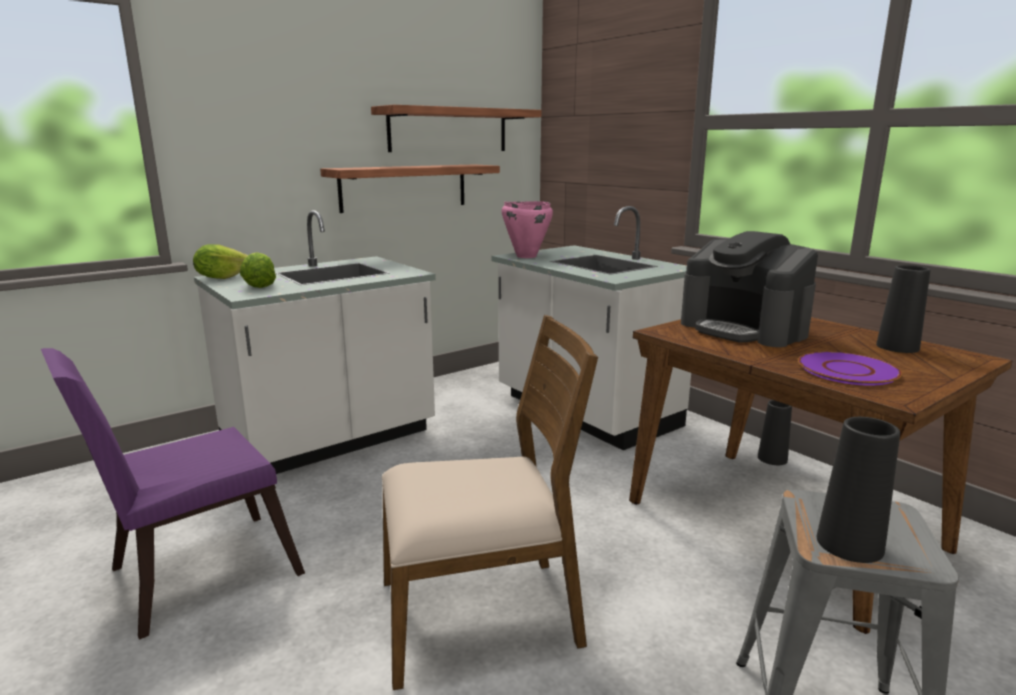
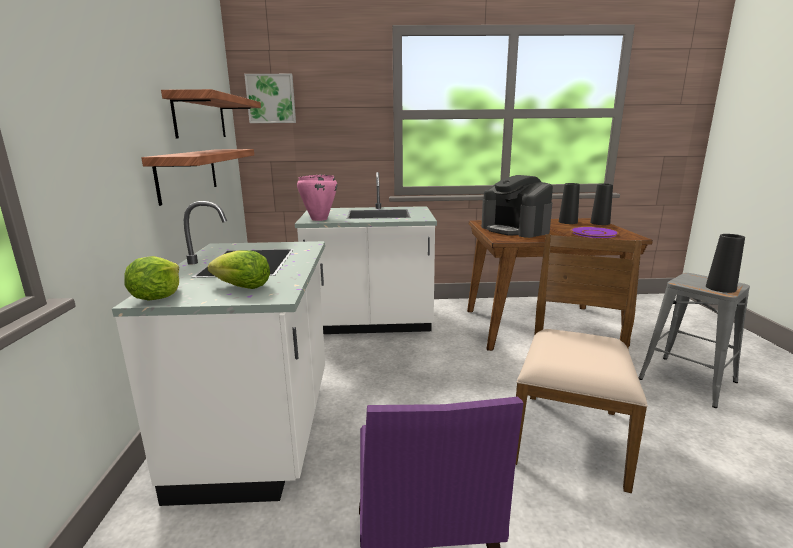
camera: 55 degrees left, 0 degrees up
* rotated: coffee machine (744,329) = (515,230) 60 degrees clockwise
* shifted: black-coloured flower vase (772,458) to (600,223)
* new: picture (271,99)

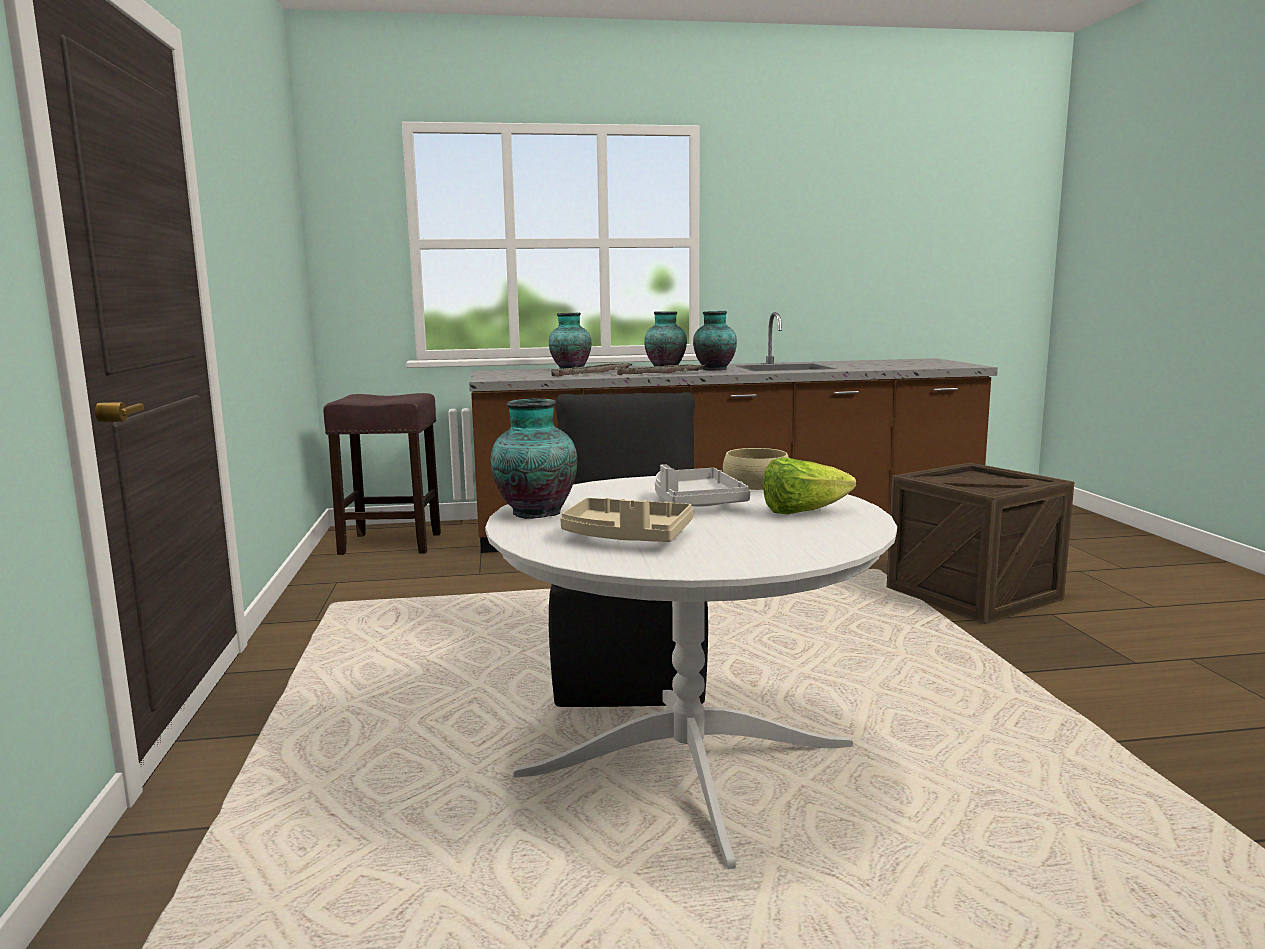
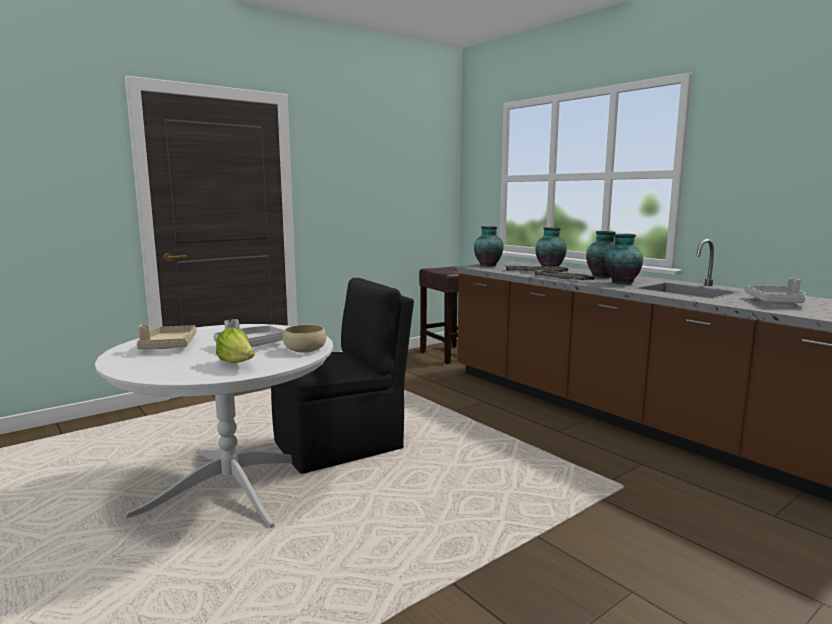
camera: 60 degrees right, 0 degrees up
* shifted: flower vase (534,513) to (488,265)
* gone: crate (973,594)
* new: greyish tray (776,302)

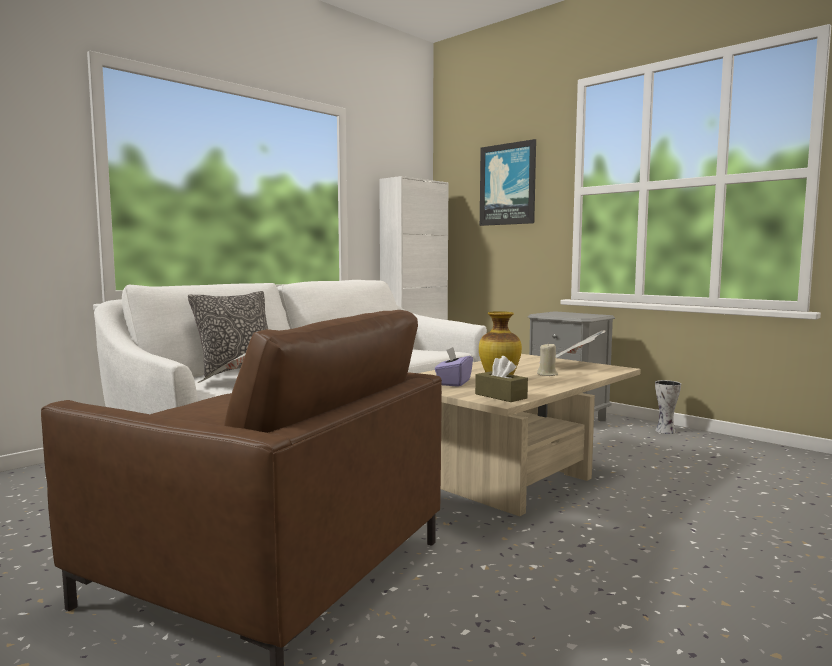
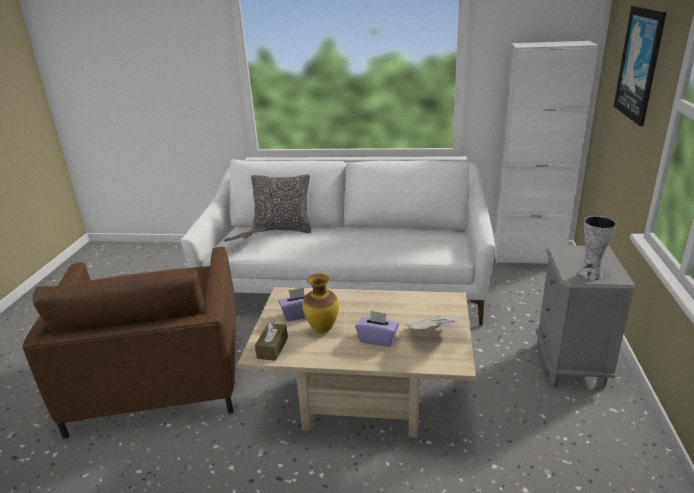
camera: 55 degrees right, 20 degrees up
* swapped: beige wax candle (547,374) to purplish tissue holder (377,339)
* shifted: flower vase (665,431) to (589,274)

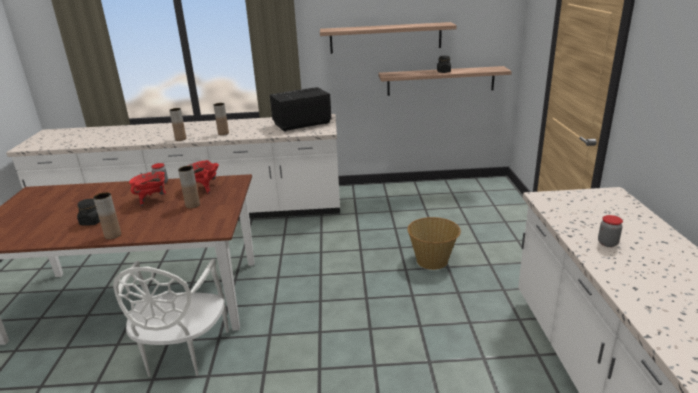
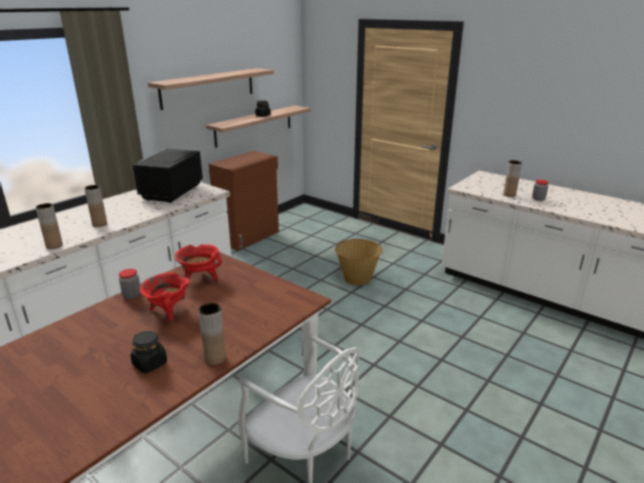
camera: 50 degrees left, 0 degrees up
* shifted: brownish flower vase (192,205) to (509,195)
* new: brownish cupboard (249,236)

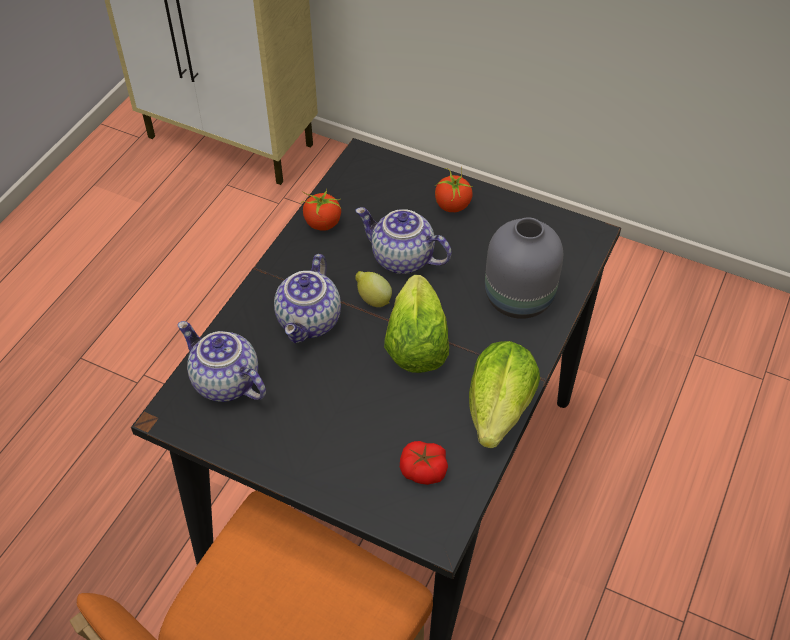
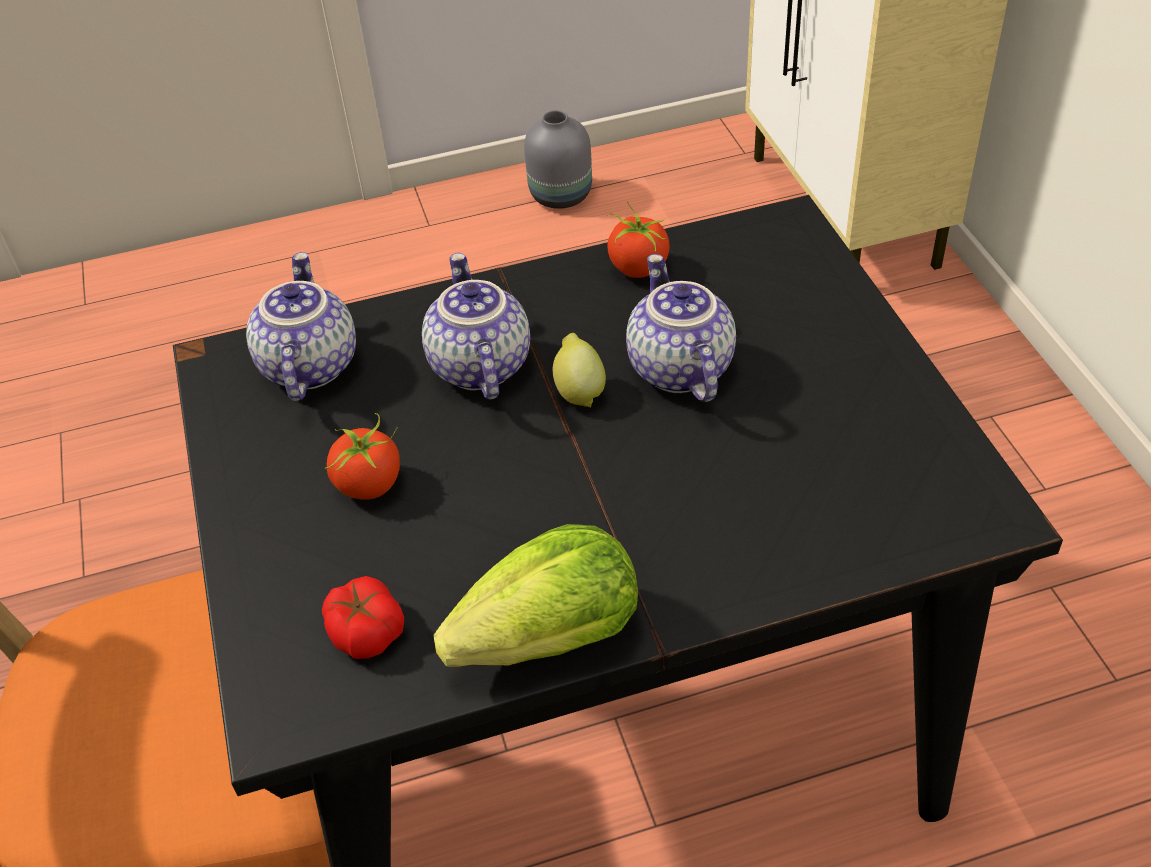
camera: 50 degrees right, 5 degrees down
* shifted: fresh tomato (452,205) to (369,484)
* shifted: greyish flower vase (519,296) to (562,195)
* rotated: teapot (310,322) = (477,366) 105 degrees clockwise
* gone: lettuce (416,345)

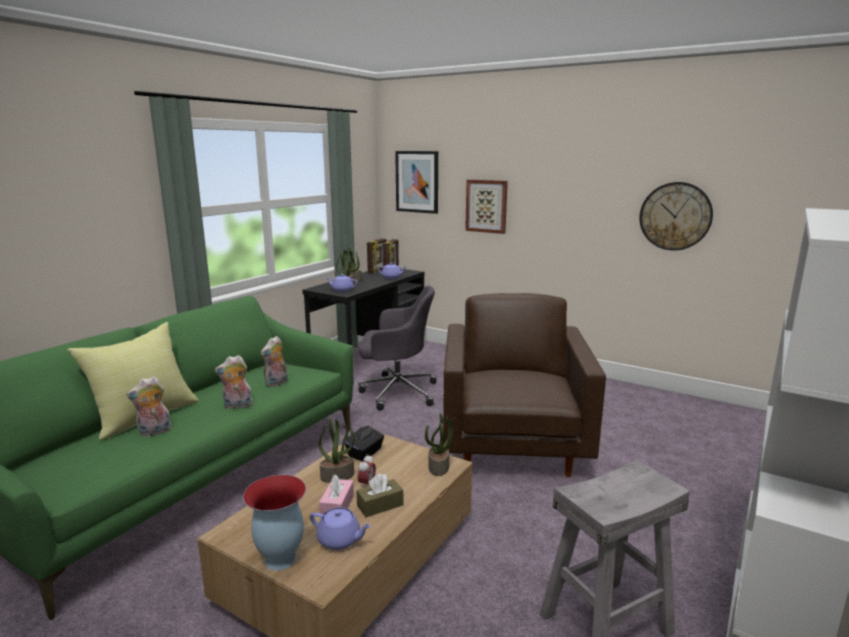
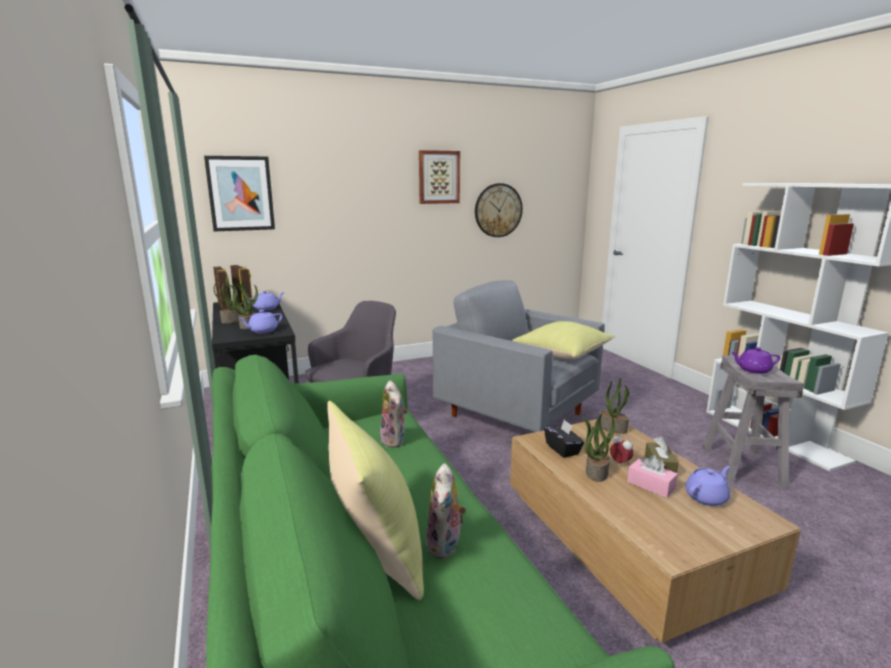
camera: 55 degrees left, 0 degrees up
* shifted: picture (486,206) to (438,177)
* repainted: brownish armchair (513,446) to greyish armchair (518,415)
* gone: plush toy (237,406)
* gone: flower vase (279,559)
* new: yellowish pillow (562,354)
* new: purplish teapot (753,370)

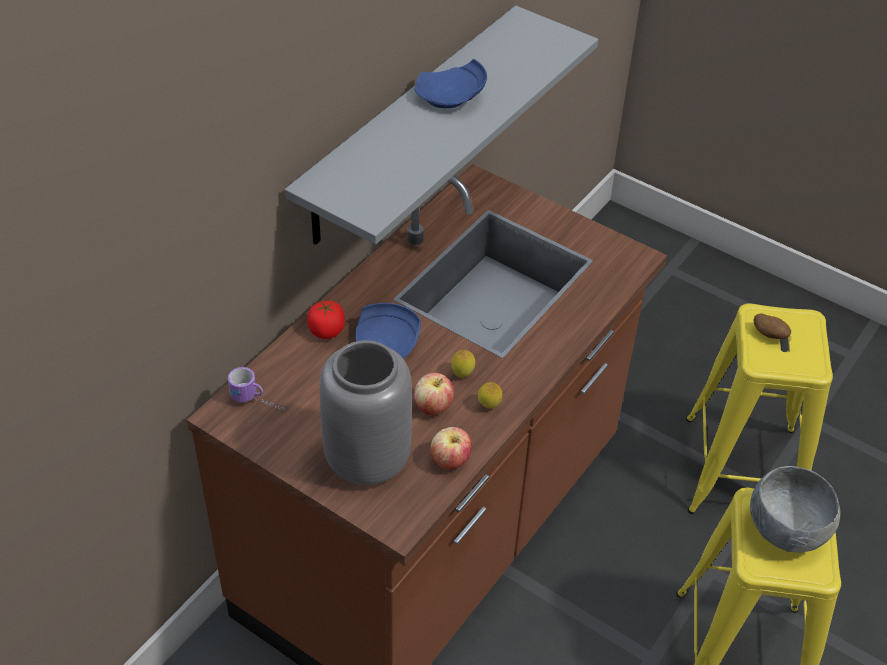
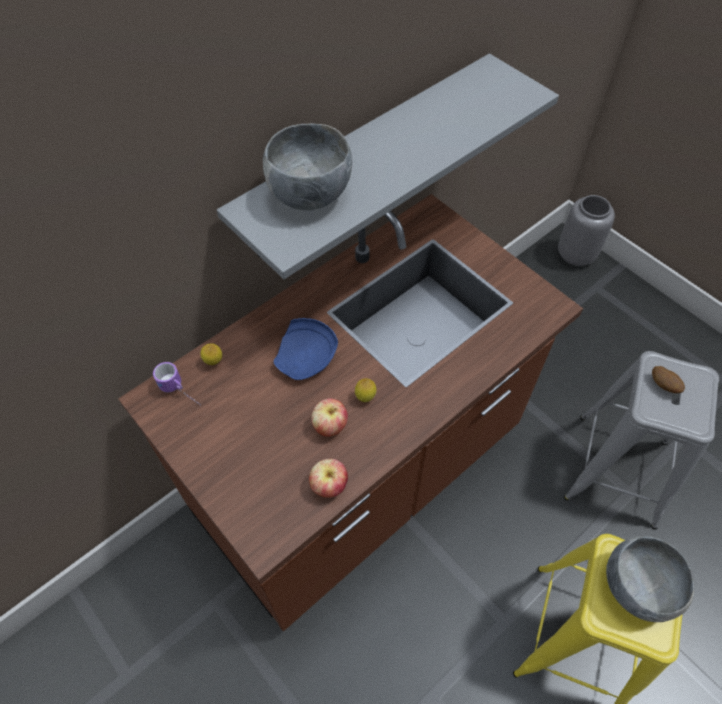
camera: 15 degrees right, 10 degrees up
* gone: bluish flat dish (451,98)
* gone: fresh tomato (326,330)
* repainted: yellowish sitting stool (742,469) to greyish sitting stool (616,469)
* shifted: greyish flower vase (365,459) to (575,254)
* shifted: whole lemon (489,406) to (214,362)
* new: greyish serving bowl (309,196)

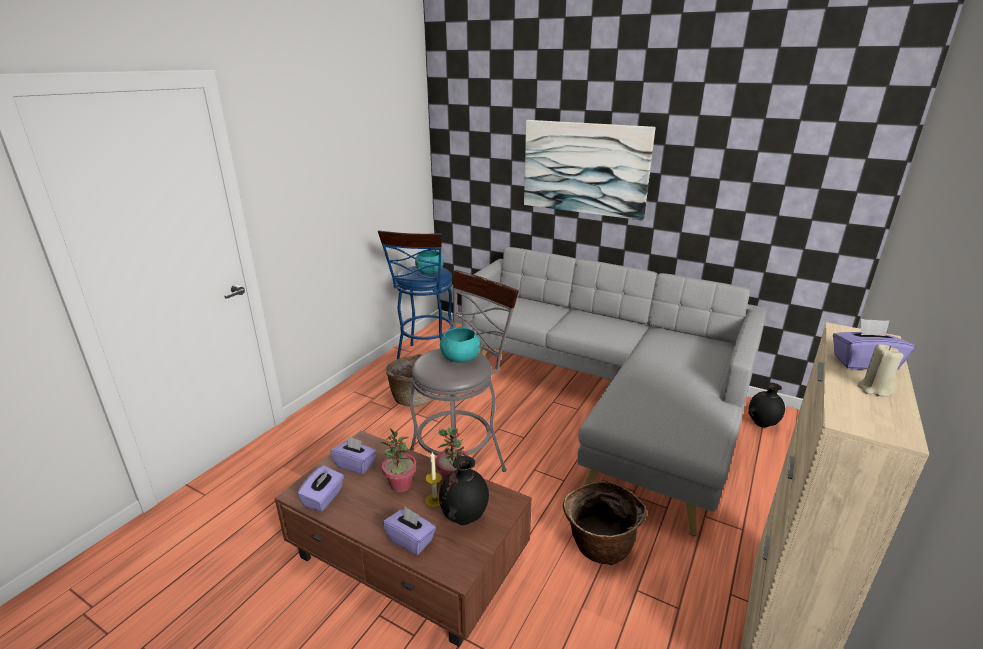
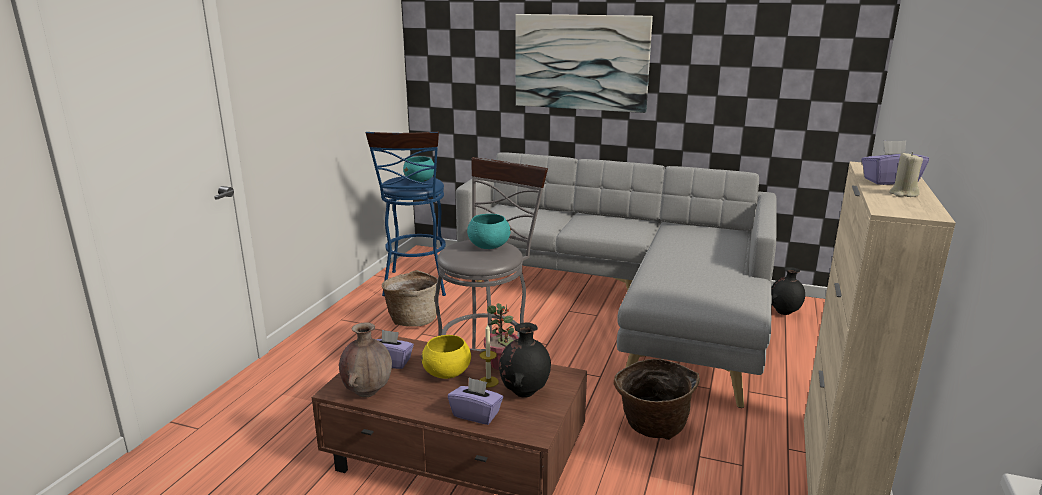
camera: 10 degrees left, 5 degrees down
* swapped: potted plant (400,485) to yellowish serving bowl (447,373)
* swapped: purplish tissue holder (324,498) to brownish flower vase (367,392)

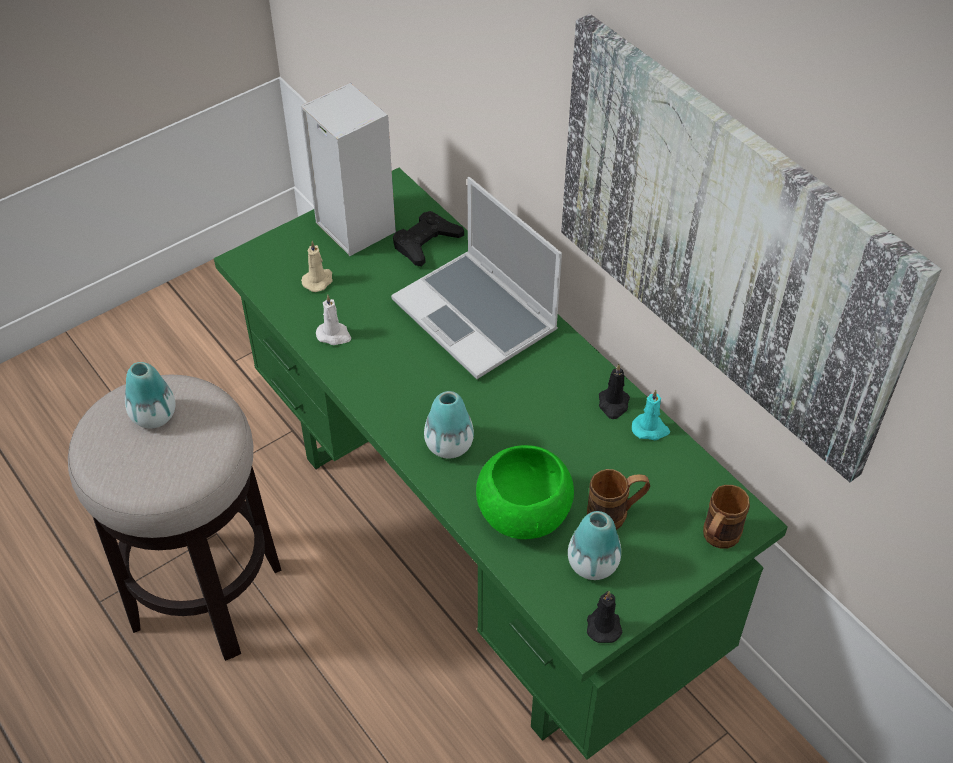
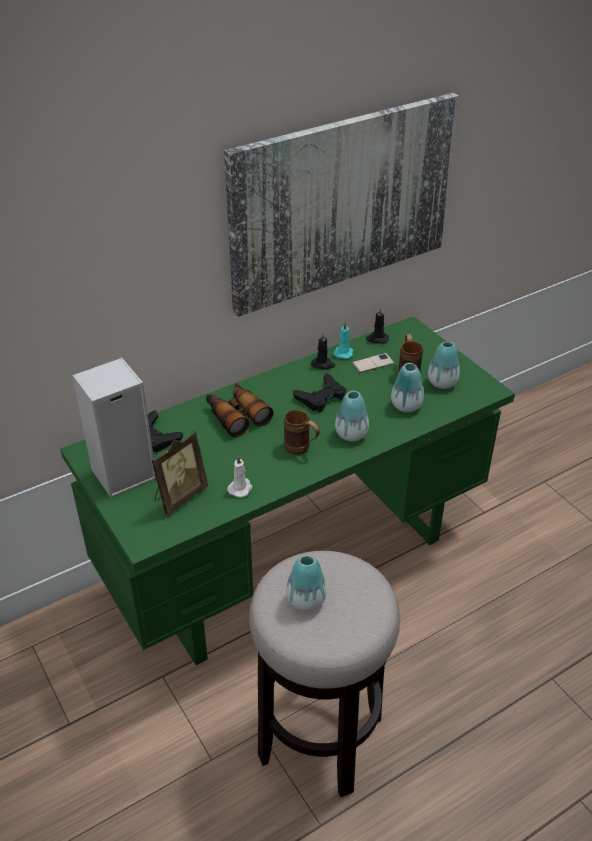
camera: 85 degrees left, 10 degrees down
* swapped: notebook computer (477,316) to field glasses (236,415)
* swapped: beige wax candle (318,280) to picture frame (179,496)
* swapped: green serving bowl (524,513) to flower vase (406,406)
* shifted: brownish tea mug (716,540) to (301,449)
* shifted: black-coloured wax candle (603,625) to (377,339)
* new: phone (373,363)
* new: black-coloured game controller (321,397)

